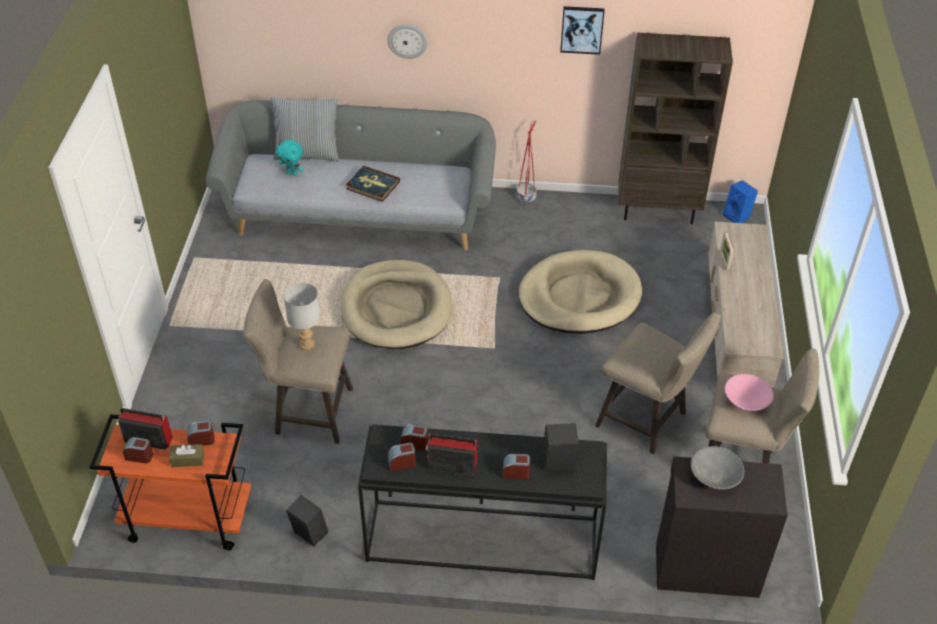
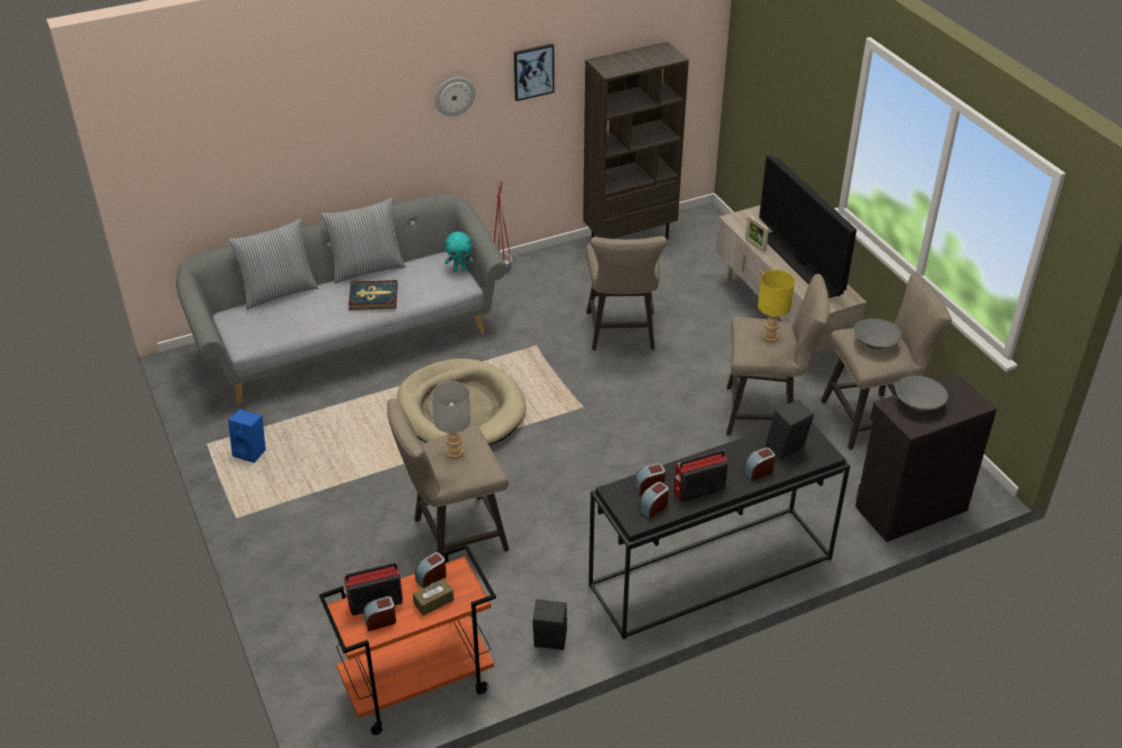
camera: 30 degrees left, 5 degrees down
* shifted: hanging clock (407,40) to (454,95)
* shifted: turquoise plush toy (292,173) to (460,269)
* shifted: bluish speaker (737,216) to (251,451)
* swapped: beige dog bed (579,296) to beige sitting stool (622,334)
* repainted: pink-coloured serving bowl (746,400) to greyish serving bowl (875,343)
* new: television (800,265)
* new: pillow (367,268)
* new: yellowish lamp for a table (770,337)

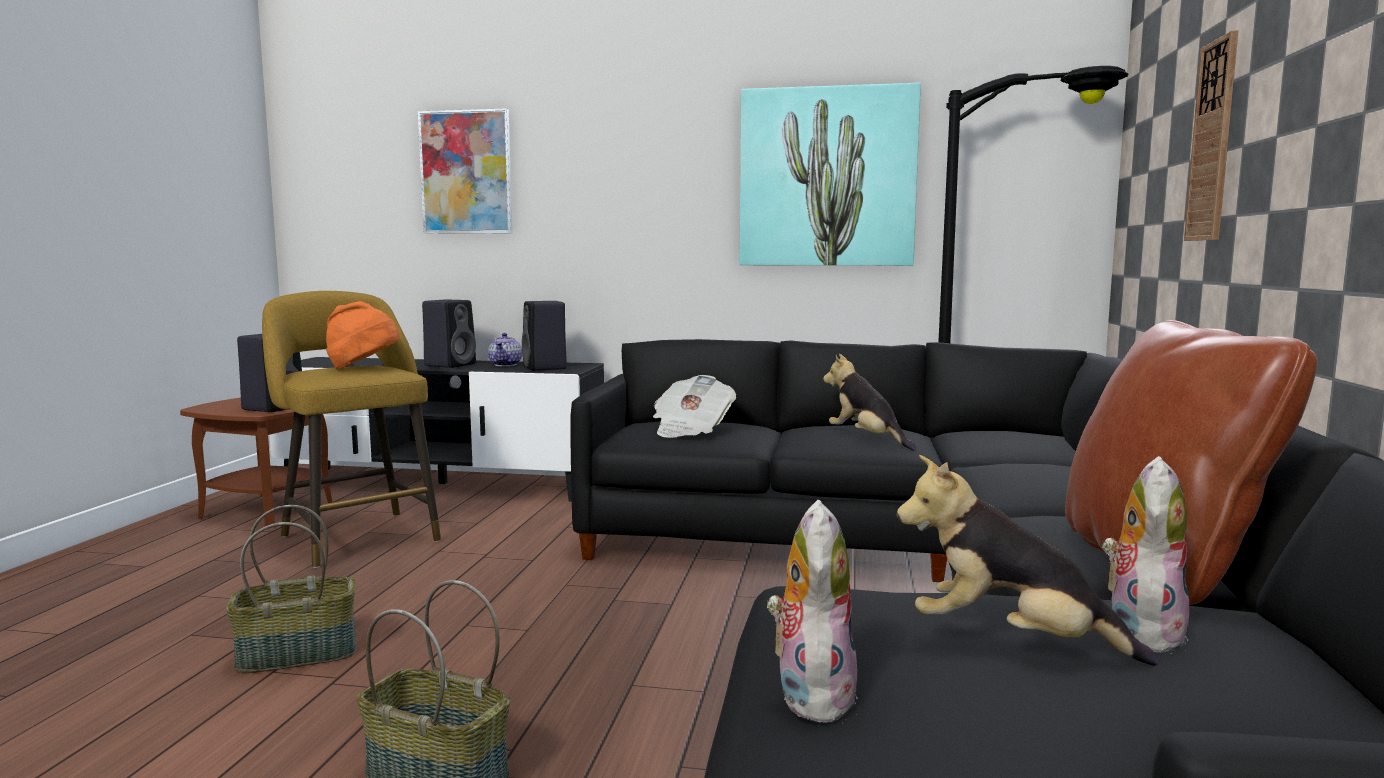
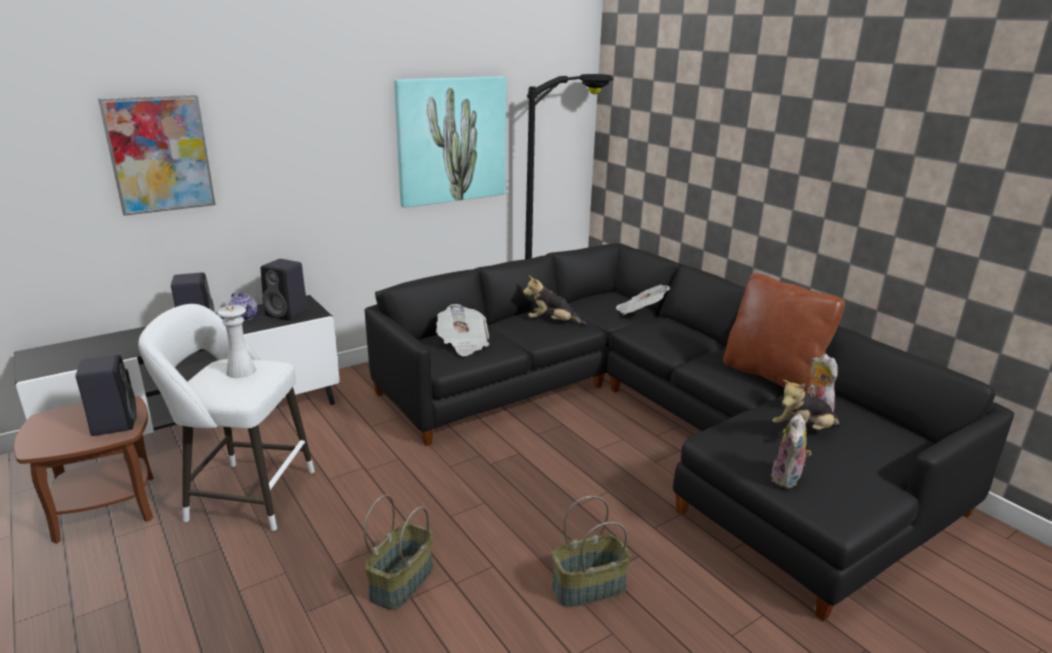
camera: 45 degrees left, 15 degrees up
* gone: hanging clock (1212,141)
* repainted: yellowish sitting stool (357,537) to white sitting stool (244,495)
* swapped: orangey wearable hat (363,368) to white flower vase (241,371)
* rotated: plush toy (810,694) = (787,479) 120 degrees counterclockwise
* new: newspaper (640,312)

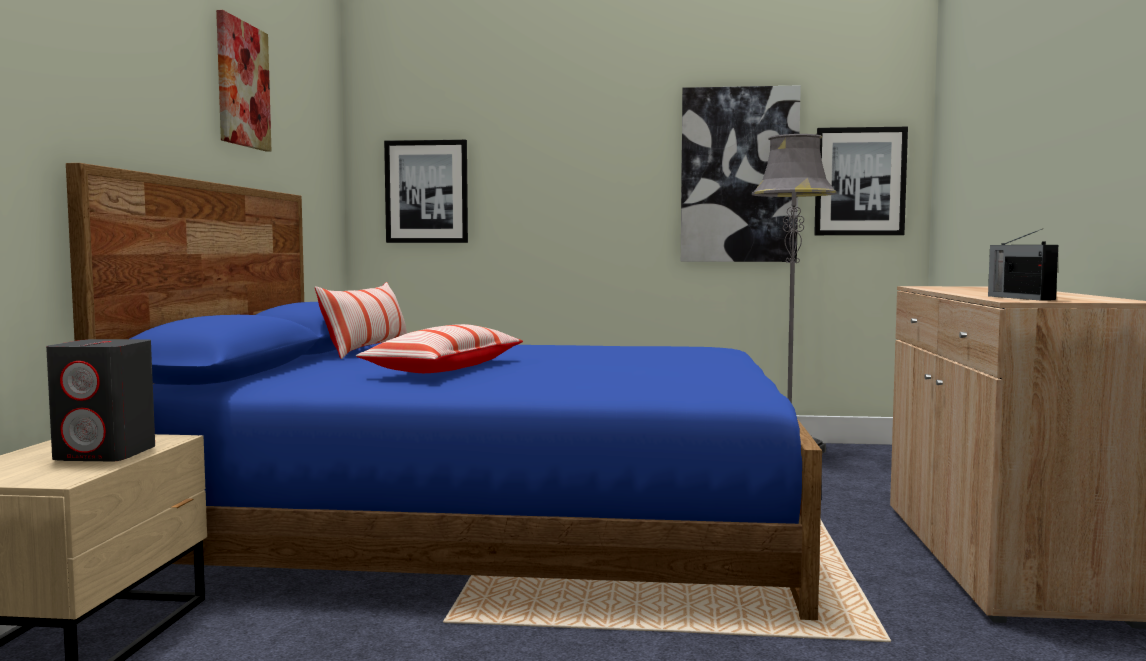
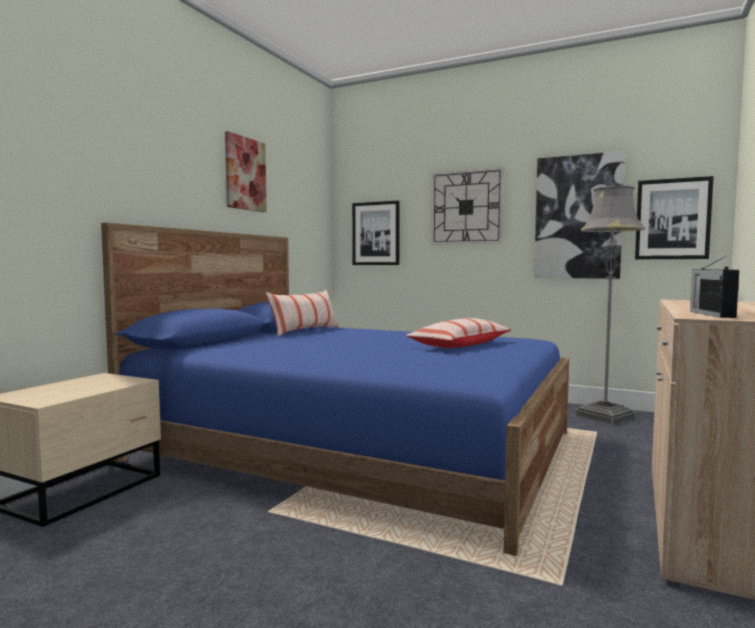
camera: 20 degrees right, 0 degrees up
* shifted: pillow (445,369) to (460,345)
* gone: greyish speaker (106,454)
* new: hanging clock (466,207)

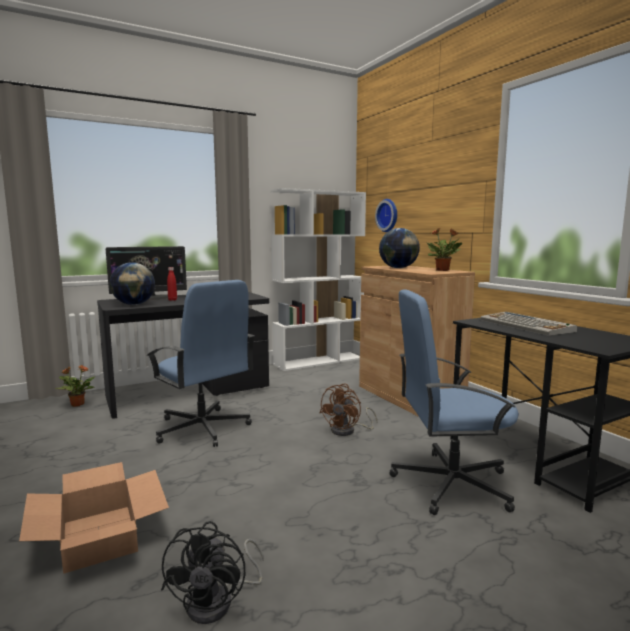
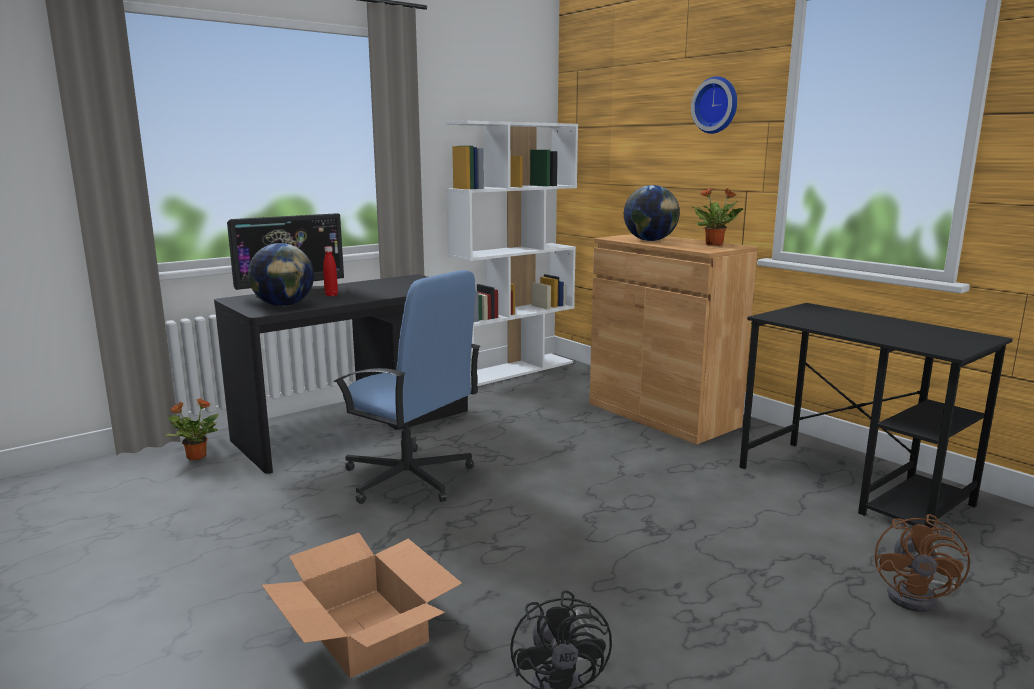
camera: 10 degrees left, 5 degrees up
* shifted: hanging clock (388,215) to (717,105)
* gone: bluish office chair (450,483)
* gone: keyboard (526,325)
* shifted: brownish cooling fan (348,431) to (919,597)

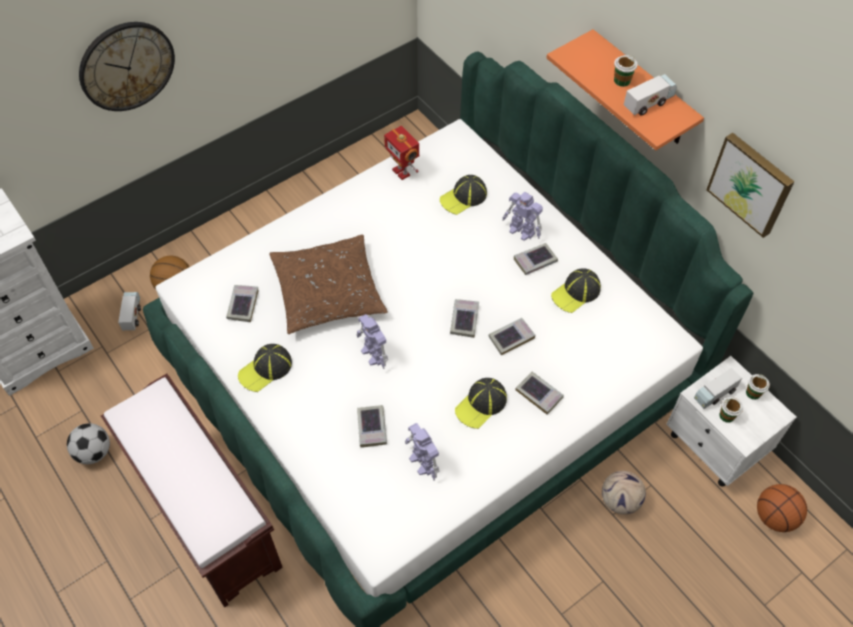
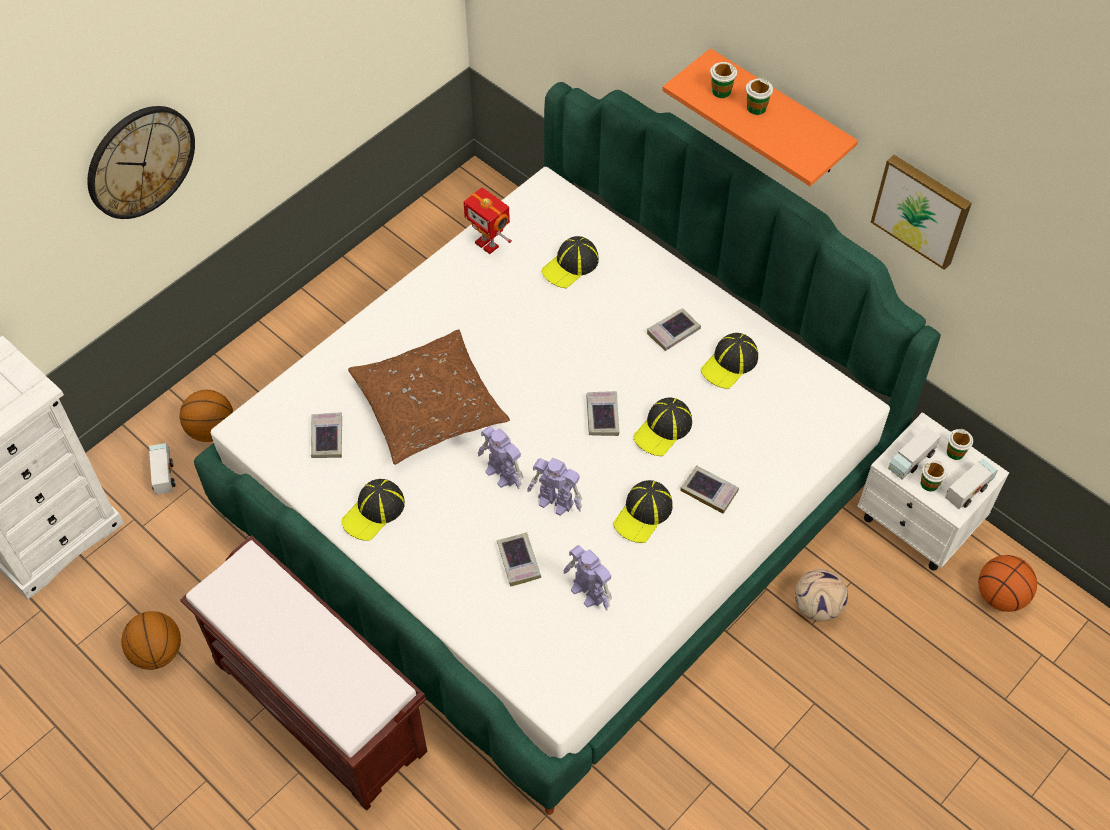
camera: 10 degrees left, 0 degrees up
* shifted: toy truck (648,102) to (969,489)
* shifted: model robot (522,231) to (556,502)
* swapped: volume (511,338) to baseball cap (663,429)
* swapped: football (94,452) to basketball ball (157,652)
* new: drinking cup (721,91)

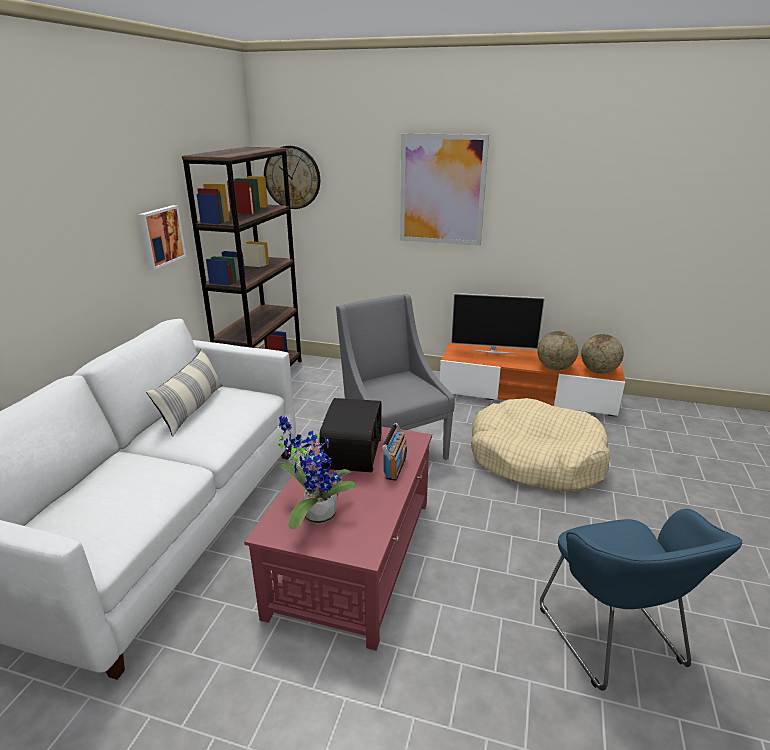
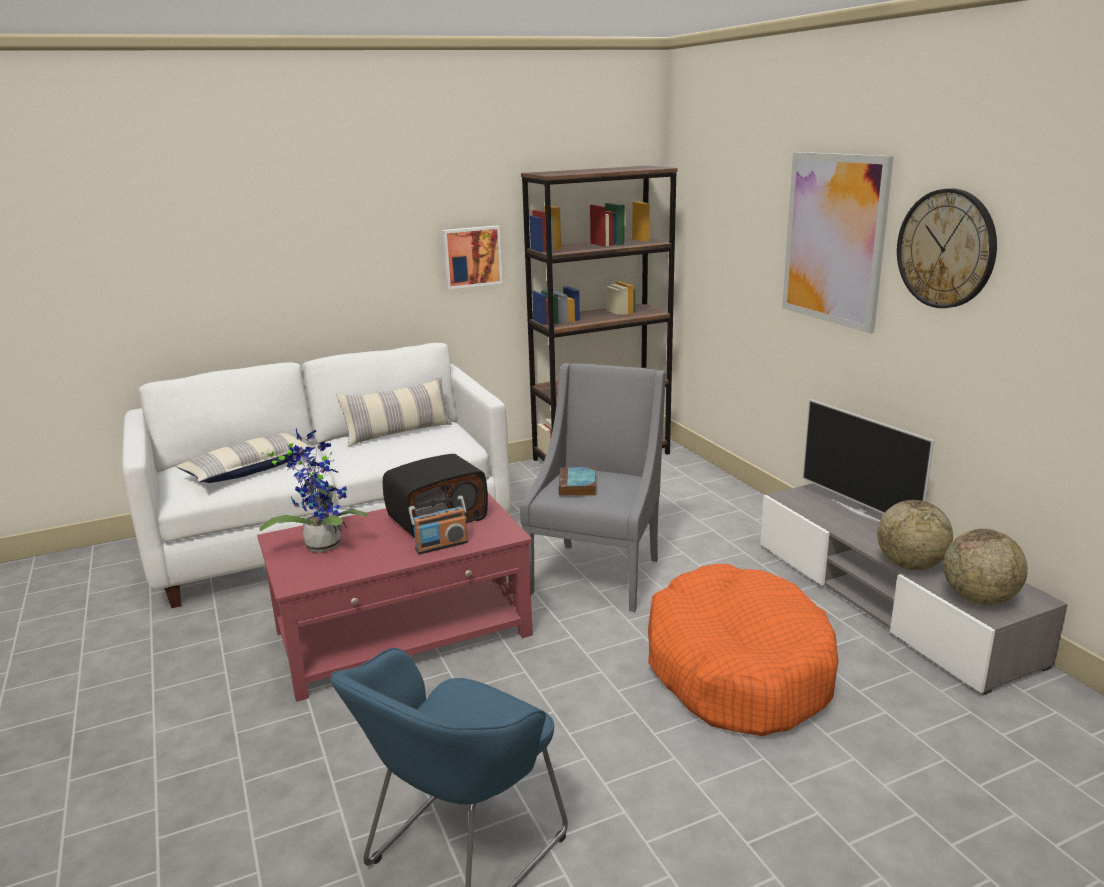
camera: 50 degrees right, 5 degrees down
* shifted: hanging clock (292,177) to (946,249)
* repainted: orangey media console (526,393) to greyish media console (887,600)
* repainted: beige dog bed (535,459) to orangey dog bed (737,668)
* new: pillow (249,470)
* new: volume (578,486)

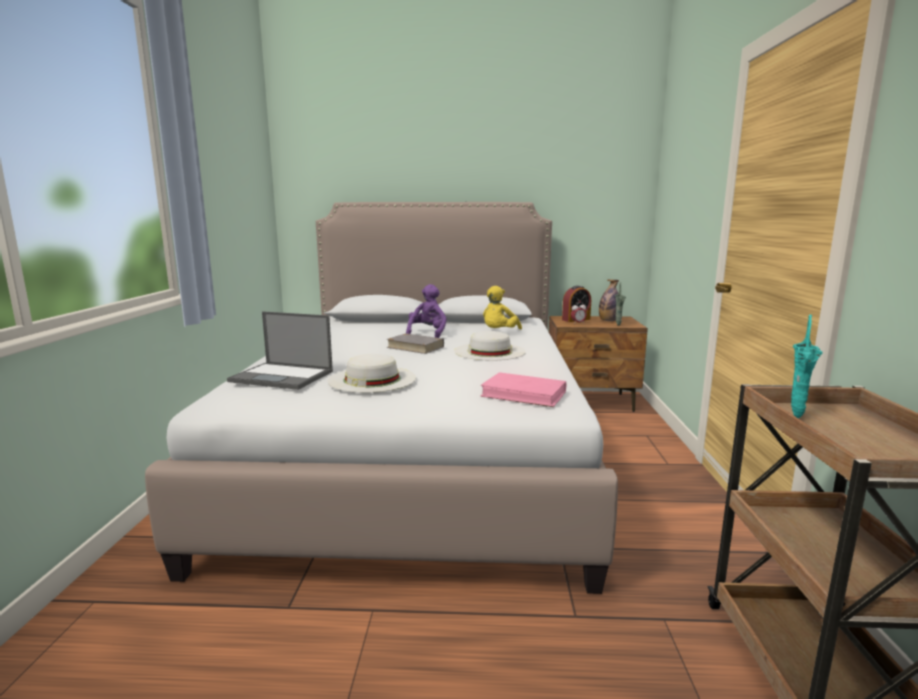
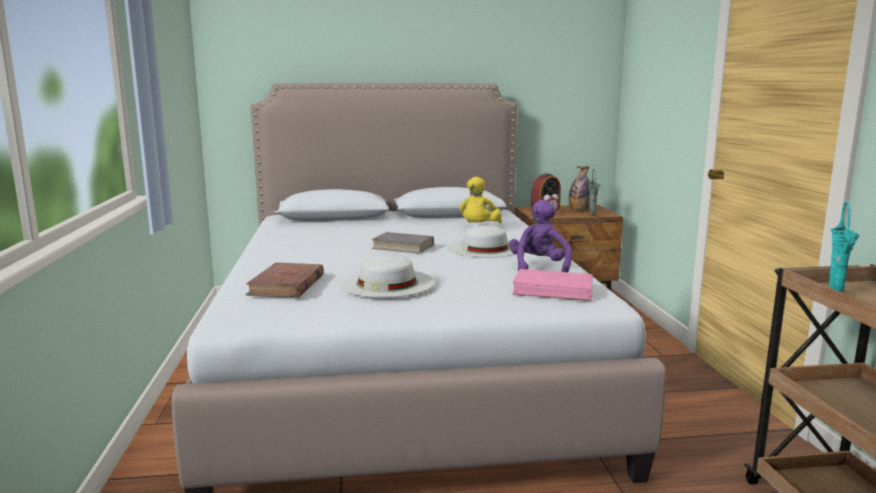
camera: 10 degrees left, 0 degrees up
* shifted: purplish plush toy (427,334) to (539,268)
* swapped: notebook computer (283,376) to brownish volume (286,285)

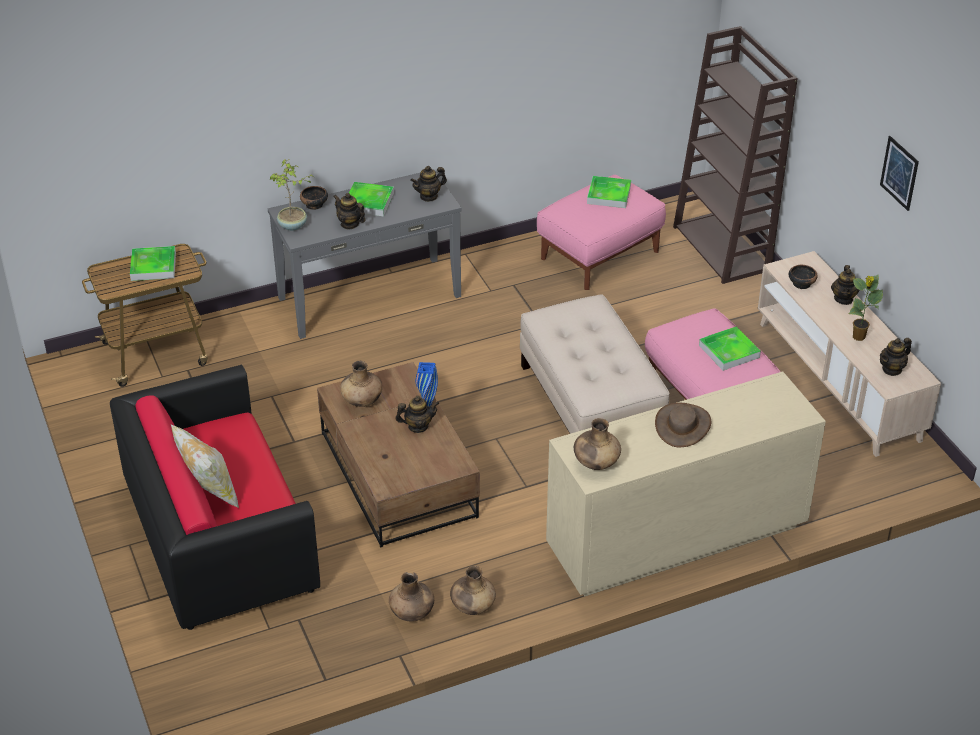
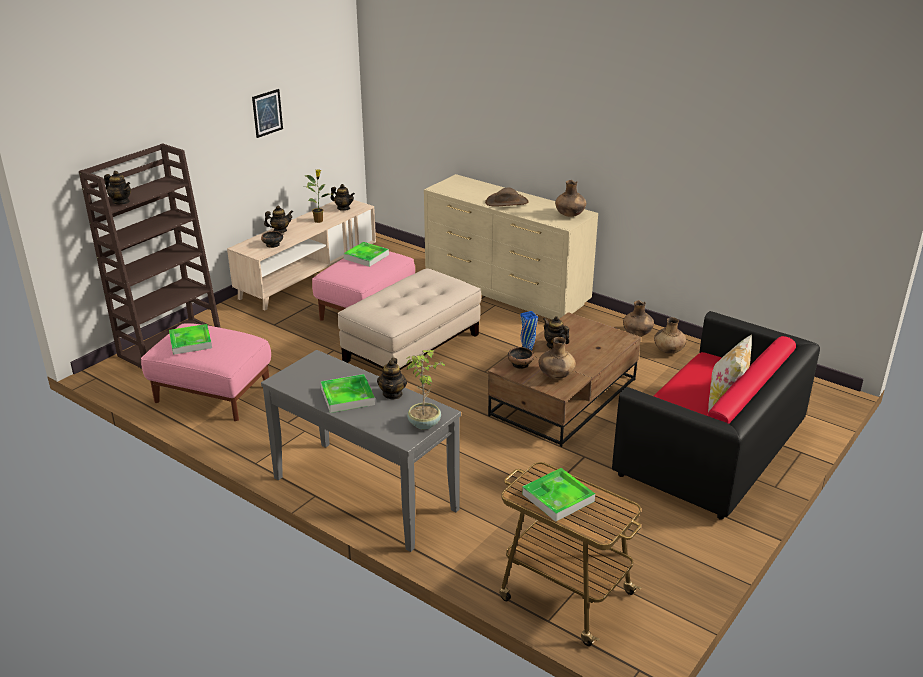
camera: 120 degrees left, 10 degrees down
* shifted: teapot (429,196) to (121,202)
* shifted: serving bowl (314,205) to (520,364)

